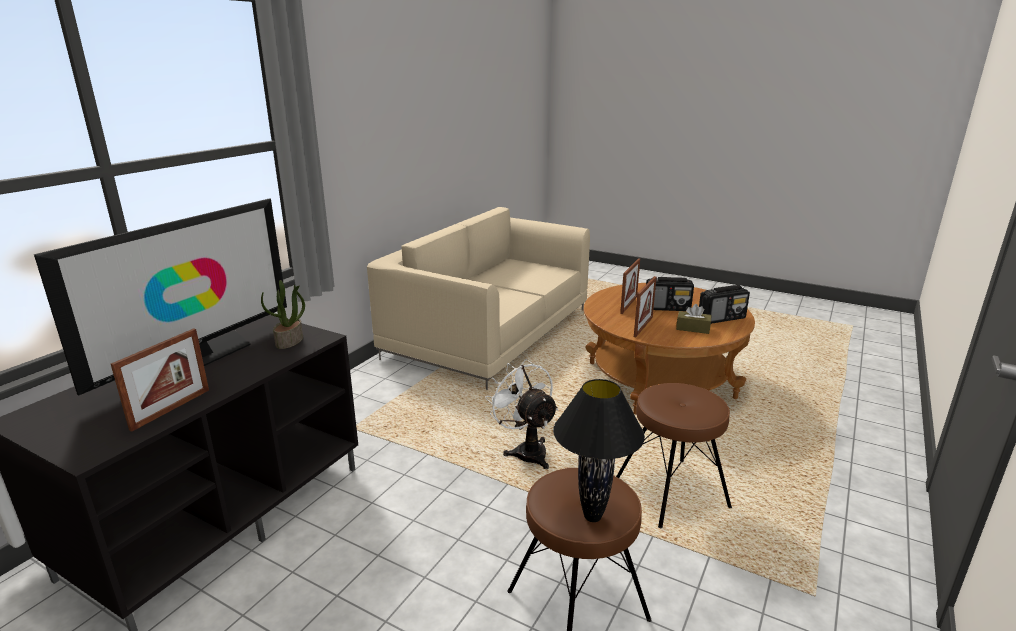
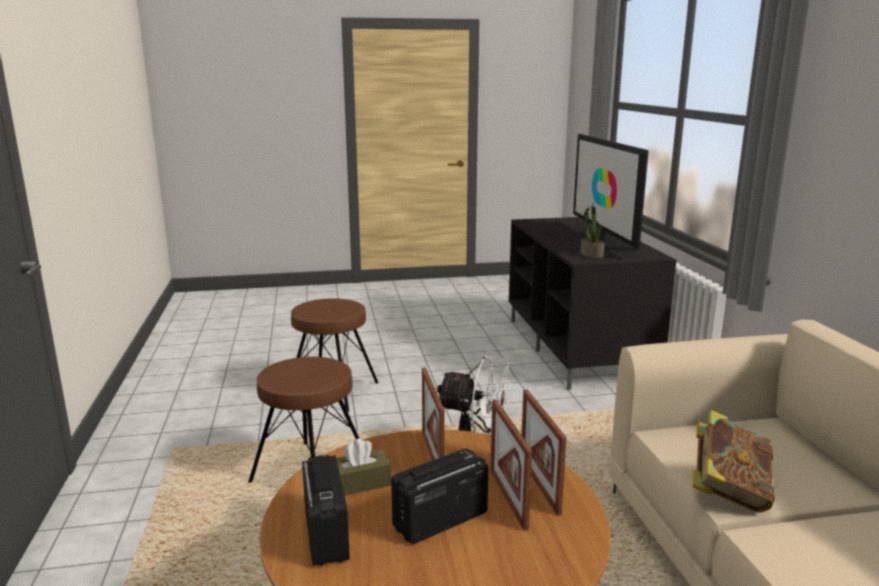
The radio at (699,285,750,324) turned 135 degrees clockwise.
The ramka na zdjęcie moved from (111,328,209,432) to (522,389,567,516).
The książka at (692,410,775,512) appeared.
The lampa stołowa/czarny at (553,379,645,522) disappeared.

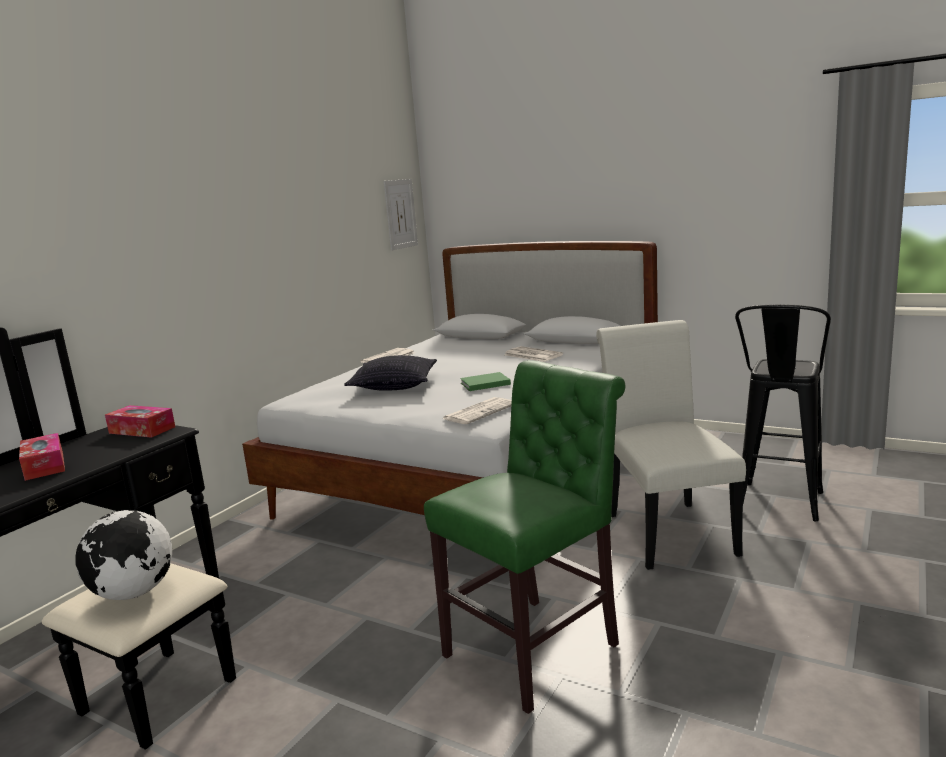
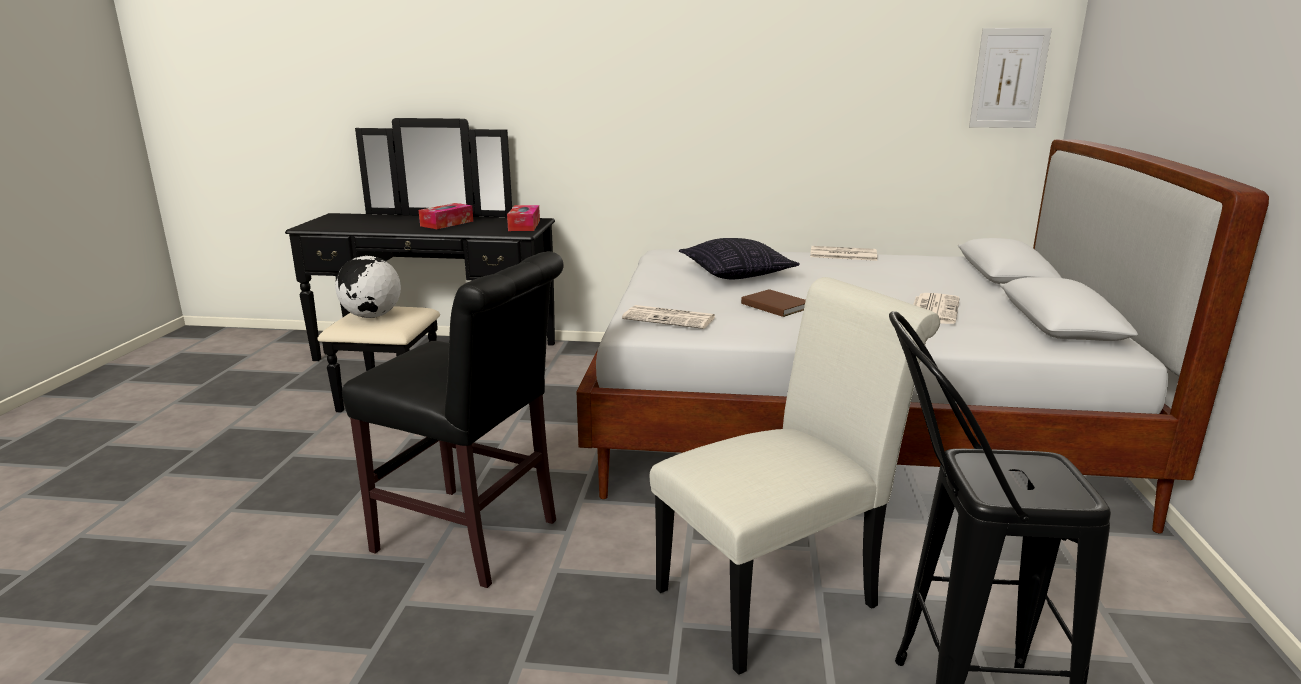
The krzesło/zielony at (424,360,625,714) became the krzesło/czarny at (342,251,563,588).
The książka/zielony at (460,372,511,391) became the książka/brązowy at (741,289,806,317).

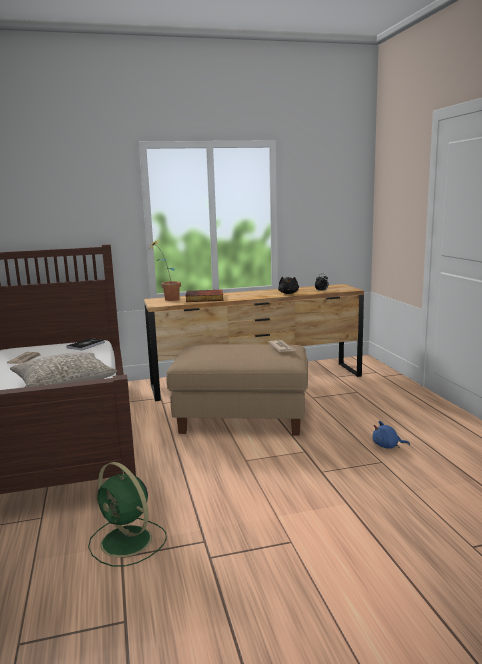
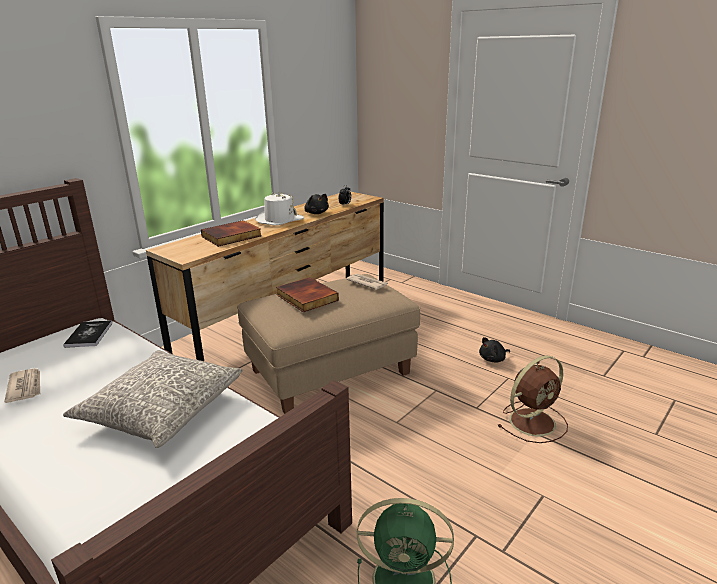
The kapelusz/biały at (255,192,304,225) appeared.
The książka at (276,277,339,312) appeared.
The pluszak/niebieski at (372,421,410,449) became the pluszak/czarny at (479,337,510,362).
The wentylator/brązowy at (498,355,568,443) appeared.
The roślina doniczkowa at (150,238,181,301) disappeared.

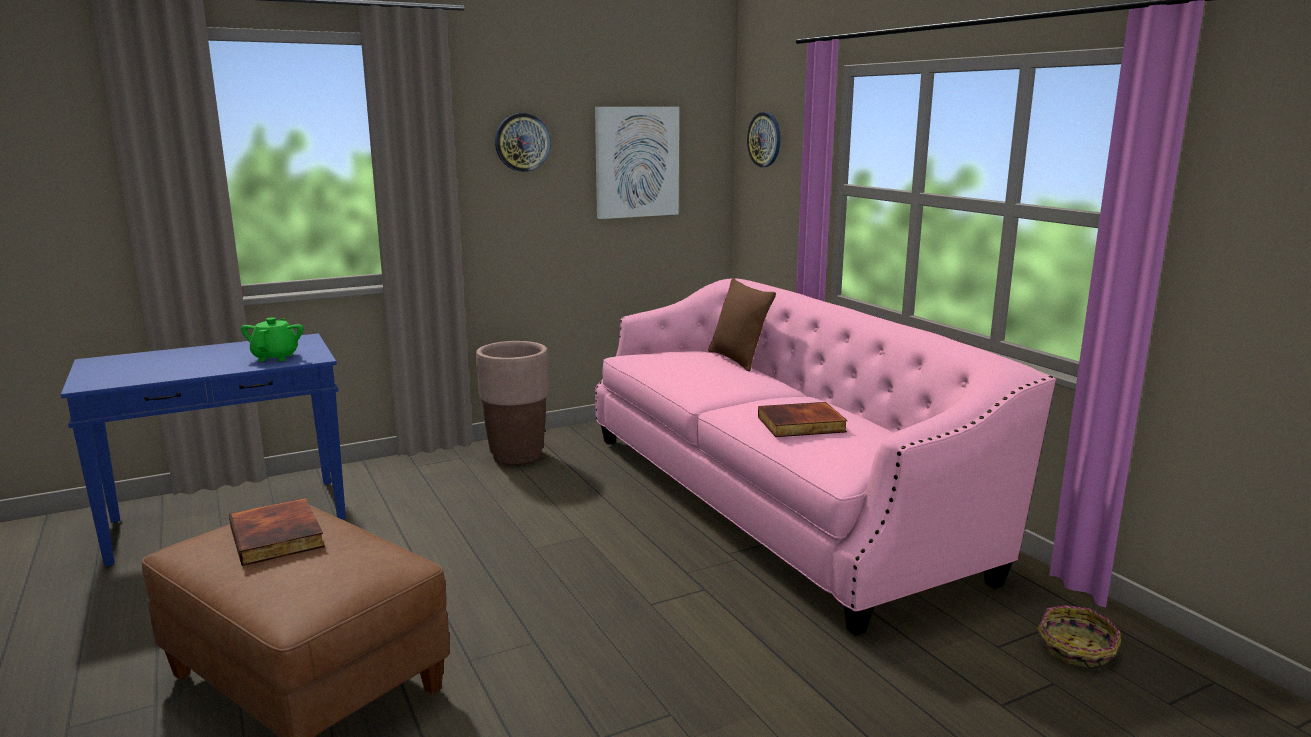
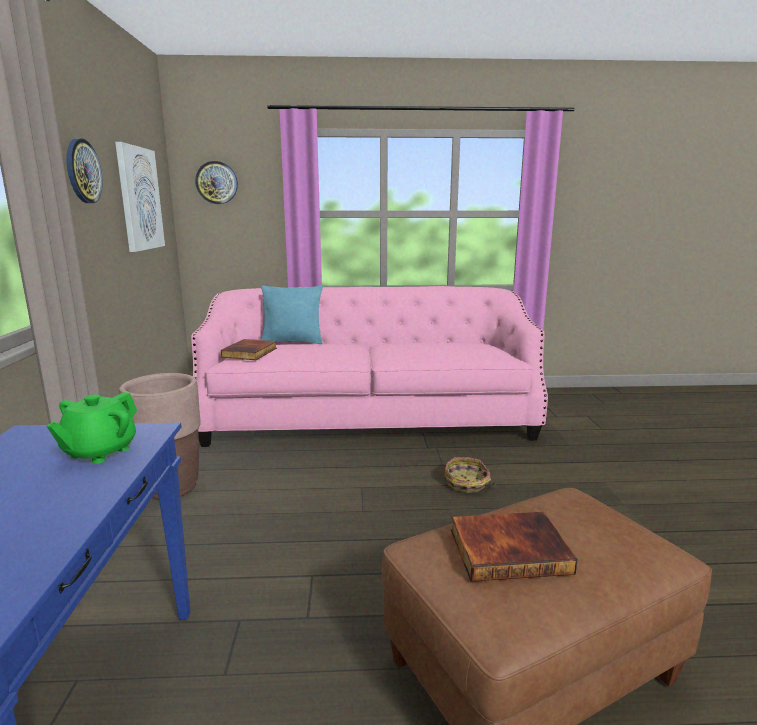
The imbryk/zielony at (241,317,303,362) turned 90 degrees counterclockwise.
The książka moved from (758,402,848,437) to (221,339,277,360).
The poduszka/brązowy at (708,278,776,372) became the poduszka/turkusowy at (261,285,323,344).
The koszyk moved from (1037,605,1121,671) to (444,457,496,493).

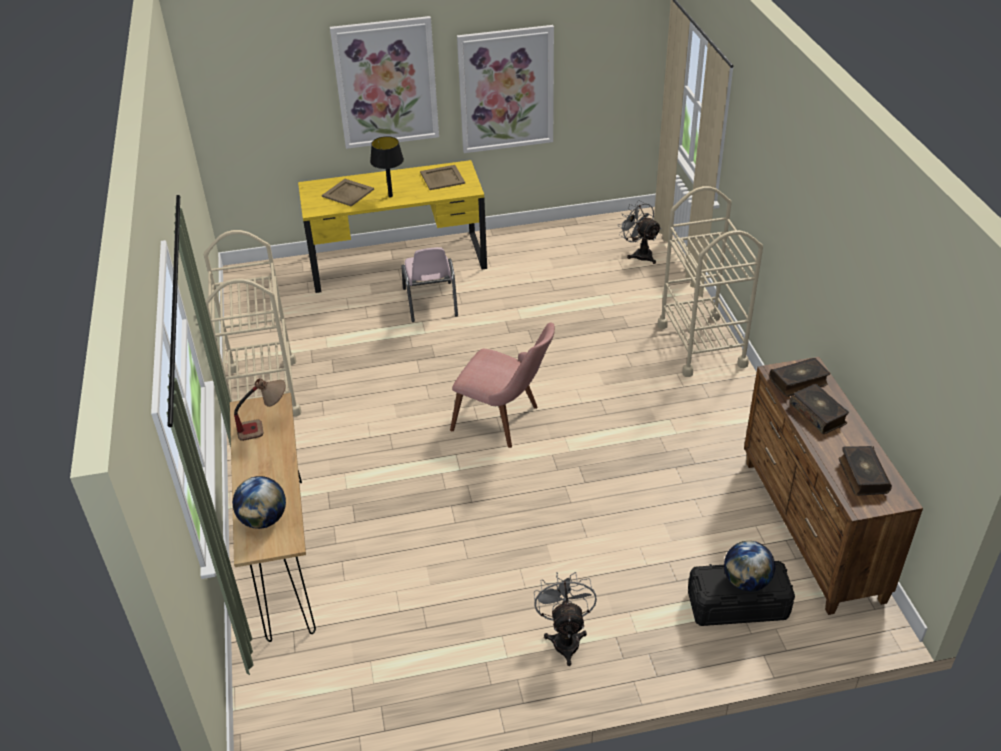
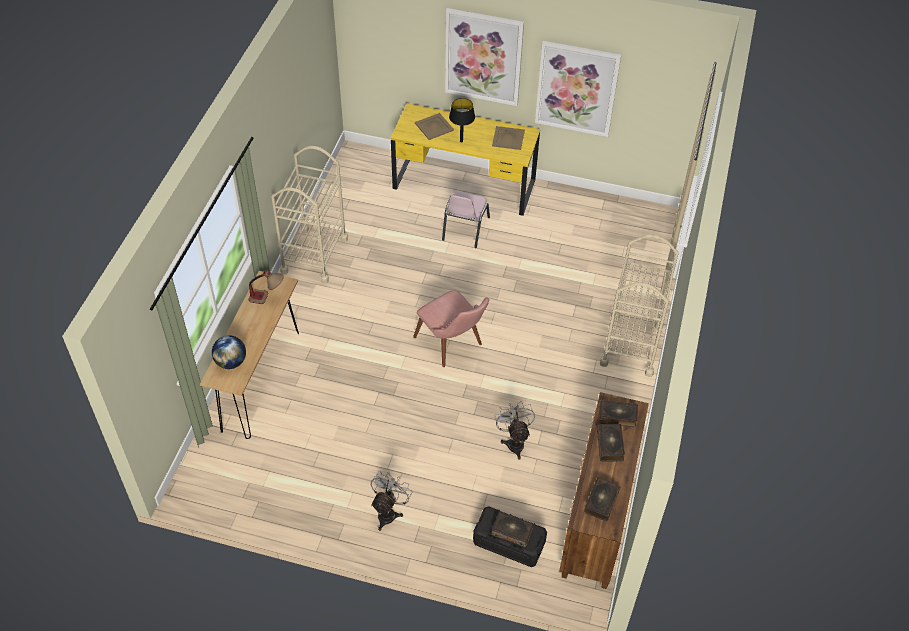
The globus at (724,541,775,591) was replaced by the książka at (491,512,533,547).
The wentylator/szary moved from (617,200,661,264) to (494,401,535,460).

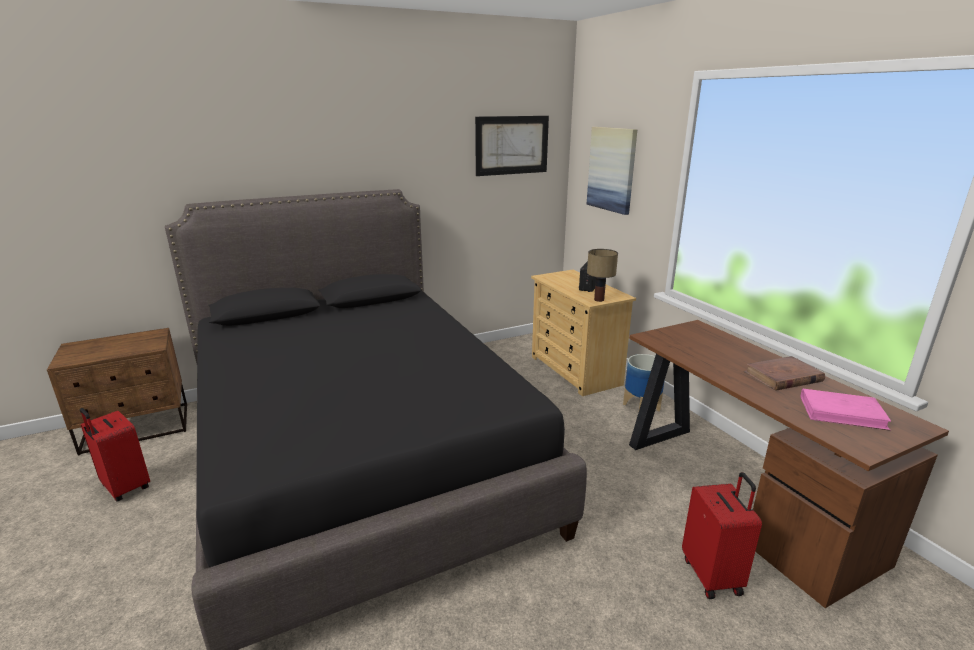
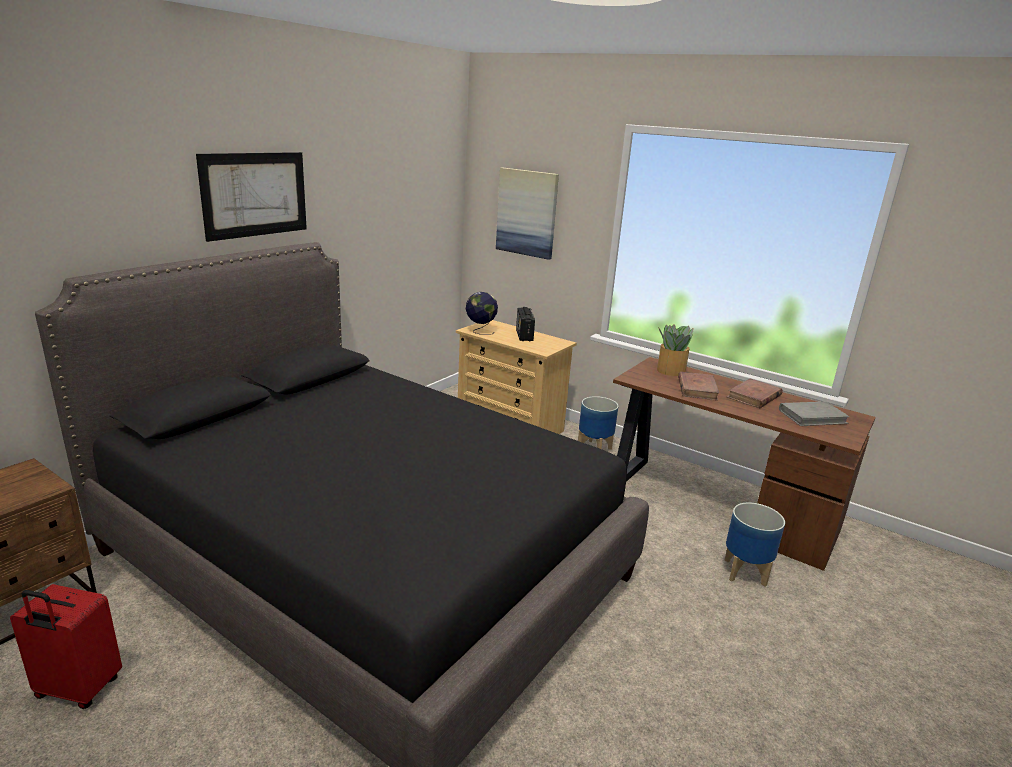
The obraz moved from (475,116,549,176) to (196,152,307,242).
The globus at (466,292,498,335) appeared.
The roślina doniczkowa at (657,324,693,376) appeared.
The książka/brązowy at (678,371,719,401) appeared.
The walizka/czerwony at (682,472,762,599) was replaced by the donica at (725,503,785,586).
The książka/różowy at (800,389,891,431) became the książka/szary at (779,402,849,426).
The lampa stołowa at (587,249,618,302) disappeared.

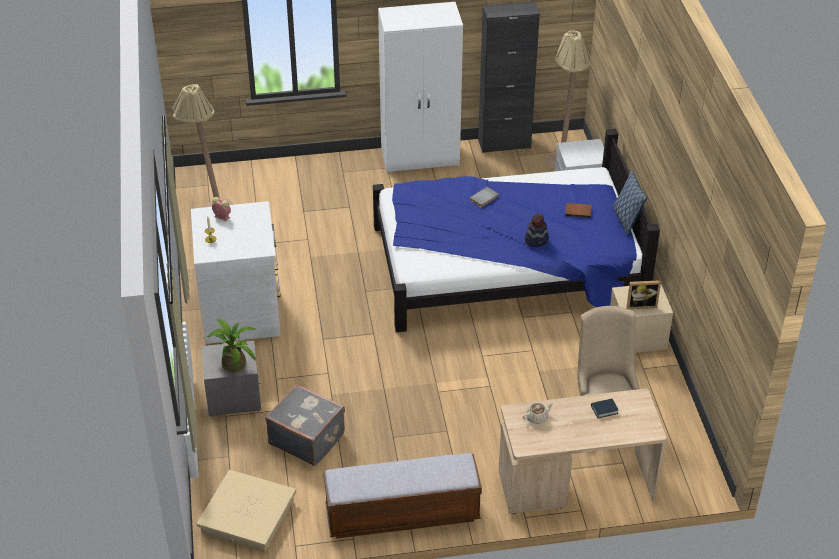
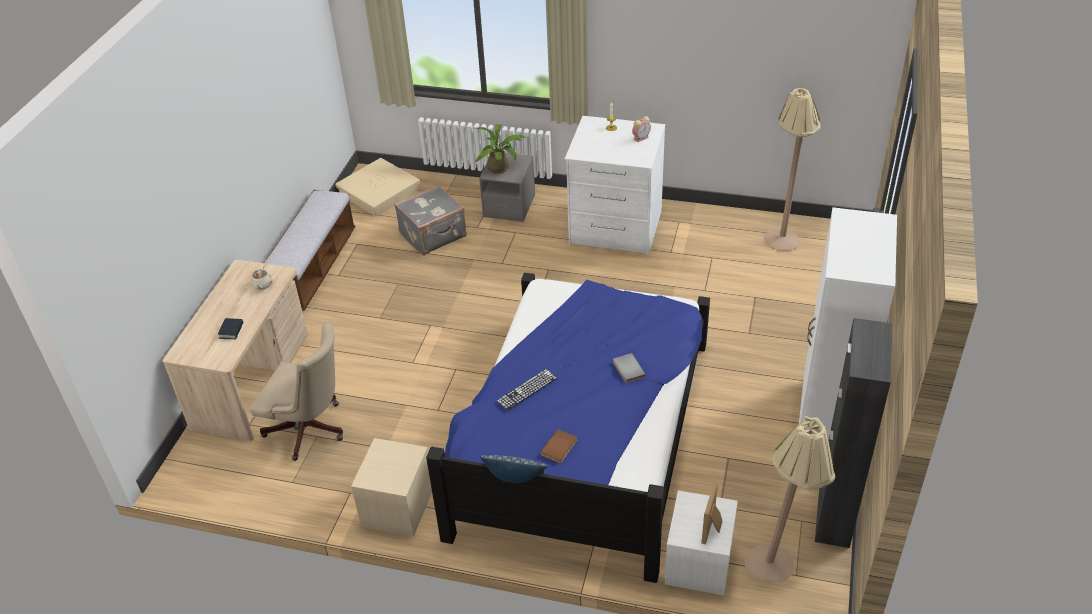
The kapelusz at (525,213,549,247) was replaced by the klawiatura at (496,369,557,410).
The ramka na zdjęcie moved from (626,280,661,309) to (701,482,723,544).

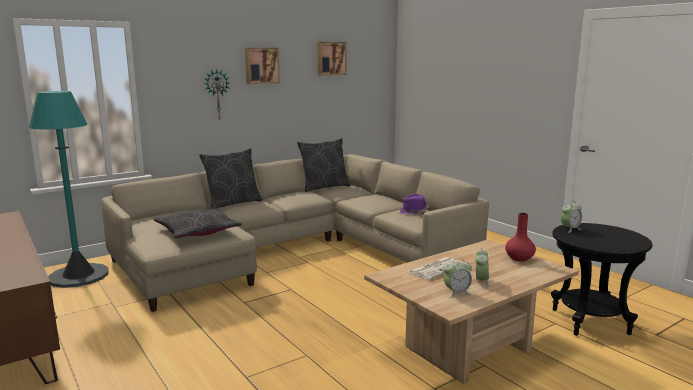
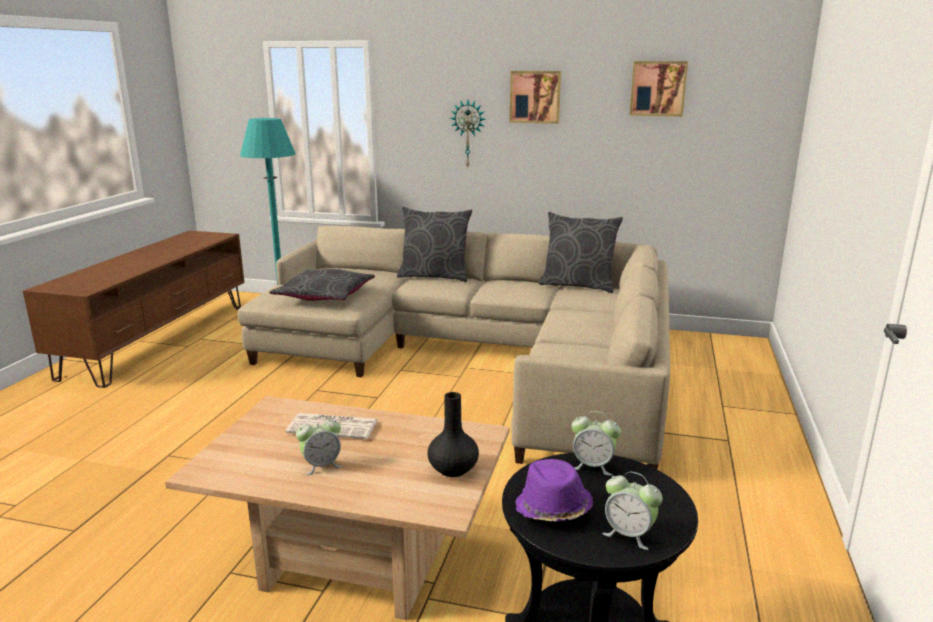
The wazon/czerwony at (505,213,536,262) became the wazon/czarny at (427,392,479,477).
The kapelusz/fioletowy moved from (400,194,429,214) to (516,459,593,521).
The budzik moved from (444,258,472,298) to (602,472,663,550).

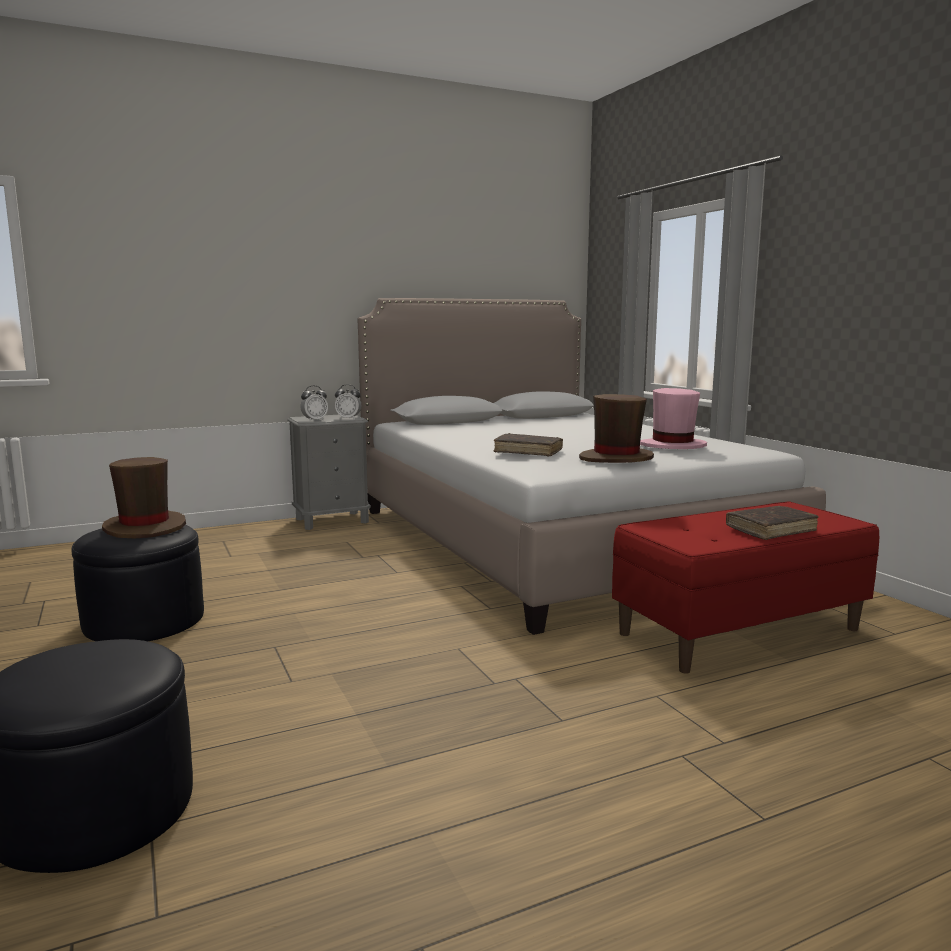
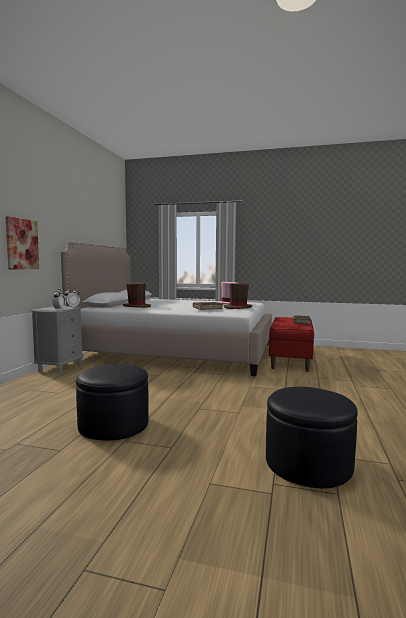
The obraz at (6,216,39,269) appeared.
The kapelusz/brązowy moved from (102,457,186,538) to (123,283,151,308).

